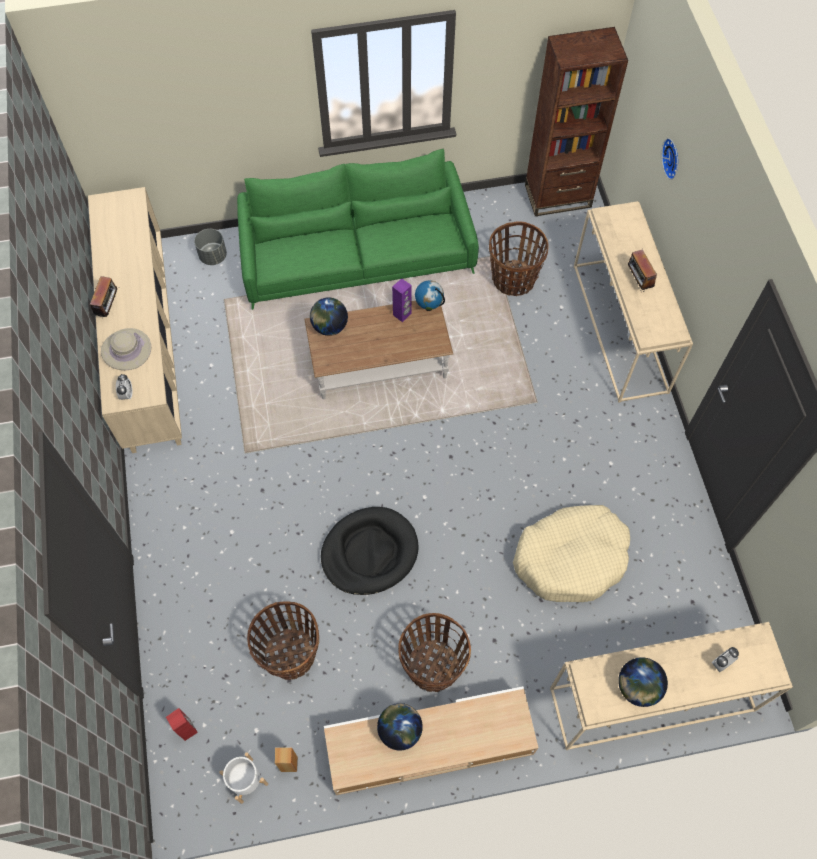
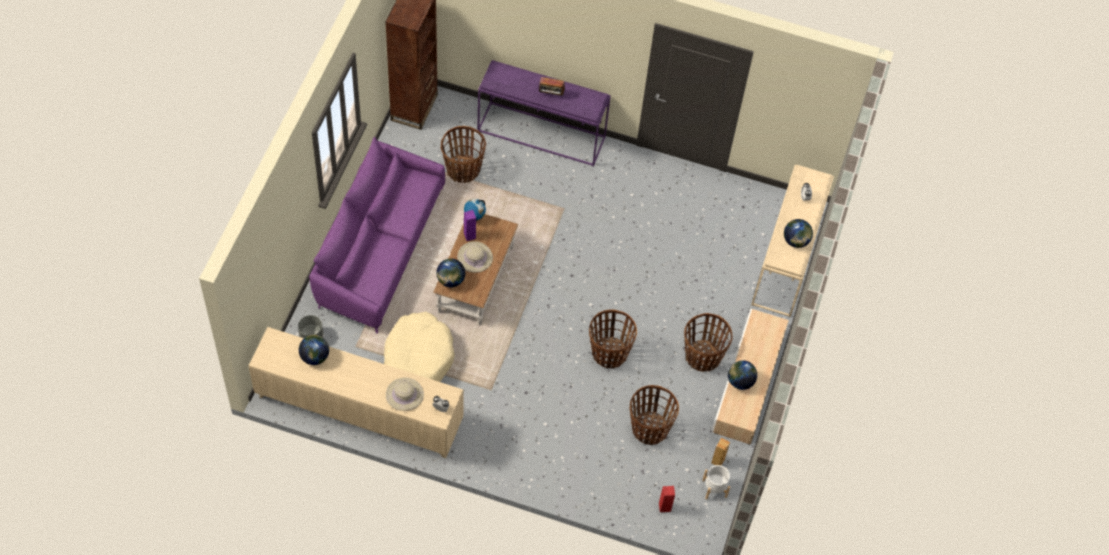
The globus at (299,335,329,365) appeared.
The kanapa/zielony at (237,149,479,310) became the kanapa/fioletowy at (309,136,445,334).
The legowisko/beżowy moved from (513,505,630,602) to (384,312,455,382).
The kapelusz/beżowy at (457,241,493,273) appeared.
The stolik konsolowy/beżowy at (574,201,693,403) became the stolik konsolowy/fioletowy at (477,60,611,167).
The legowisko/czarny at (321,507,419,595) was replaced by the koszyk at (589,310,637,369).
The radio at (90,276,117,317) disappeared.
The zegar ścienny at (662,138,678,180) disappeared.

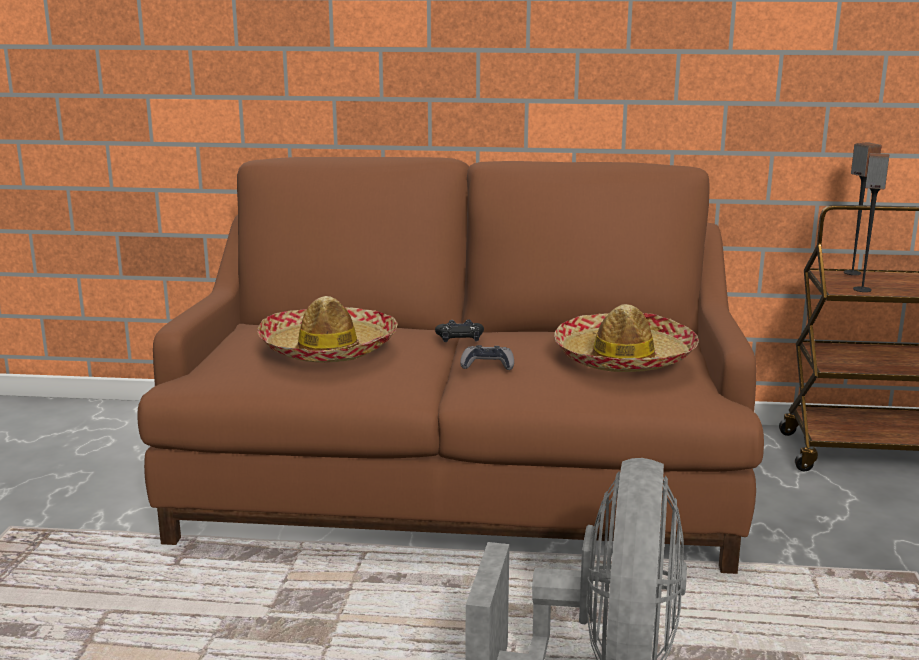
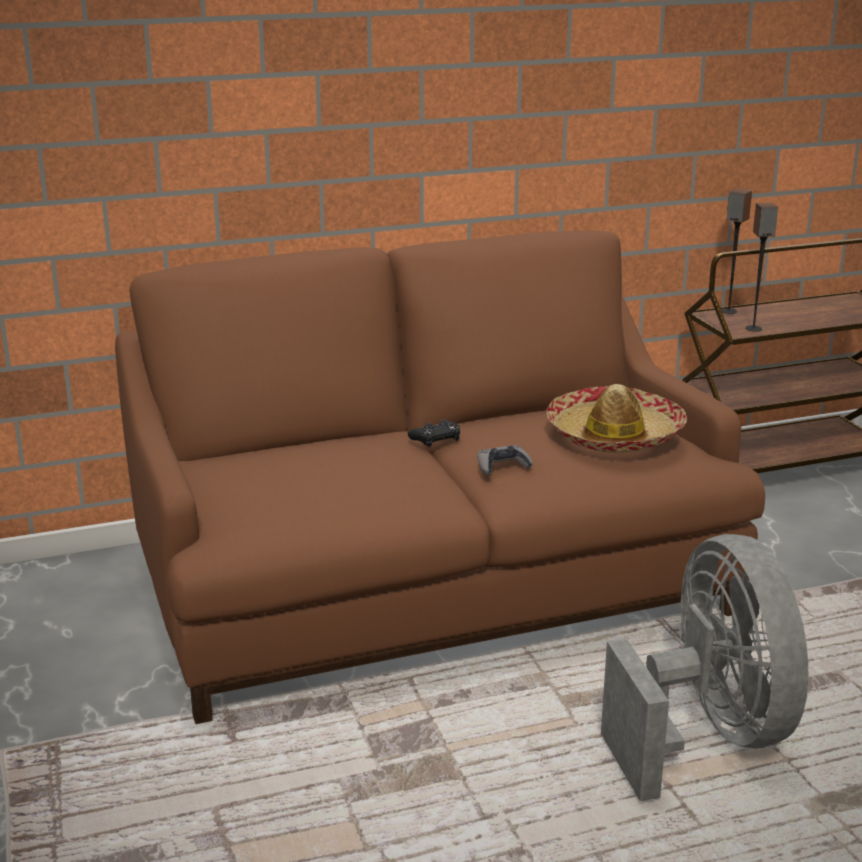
The kapelusz at (257,296,398,362) disappeared.

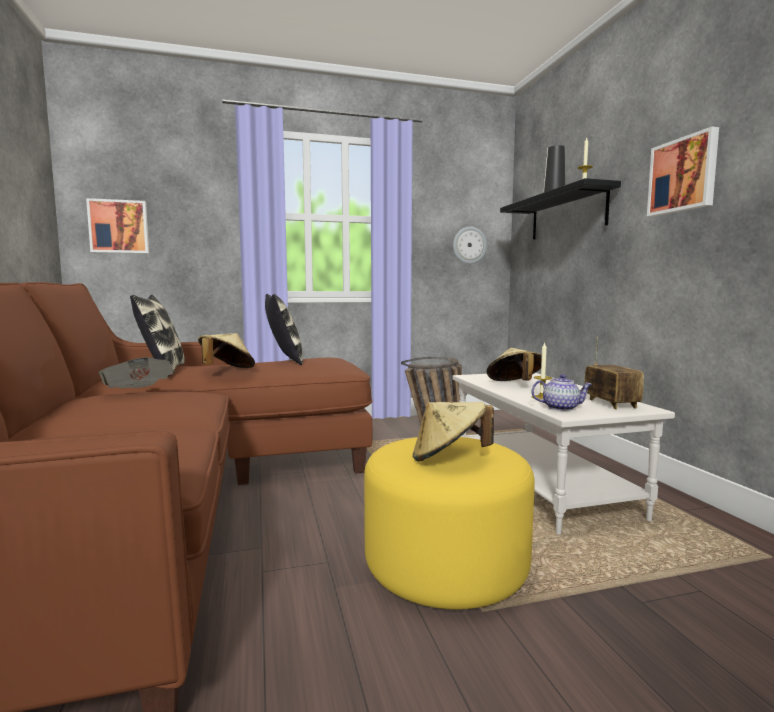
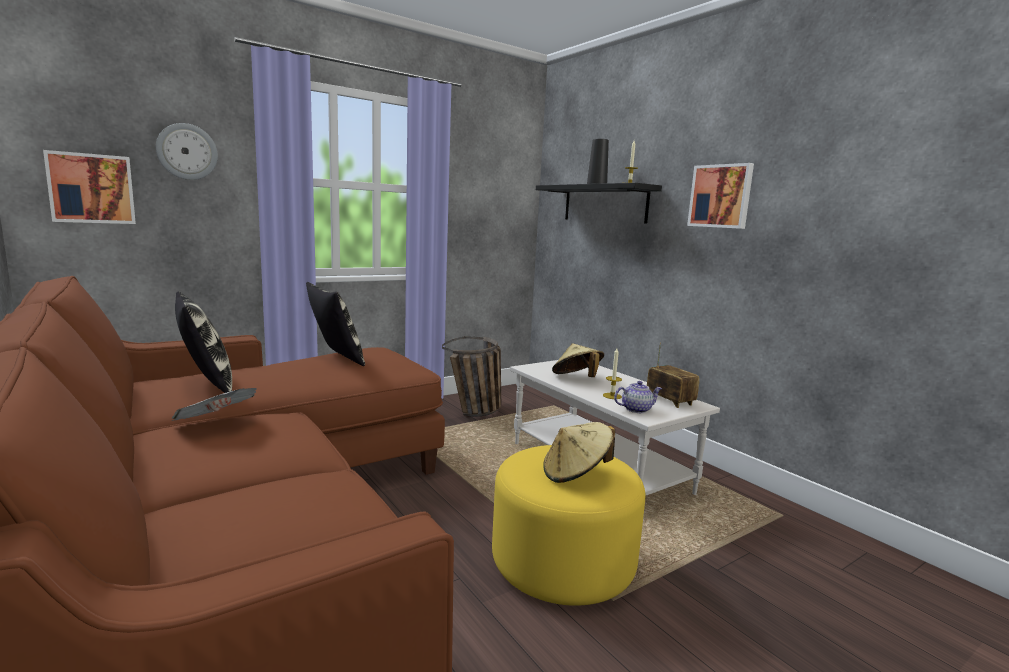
The zegar ścienny moved from (453,226,487,264) to (156,123,218,180).
The kapelusz/beżowy at (198,333,255,368) disappeared.

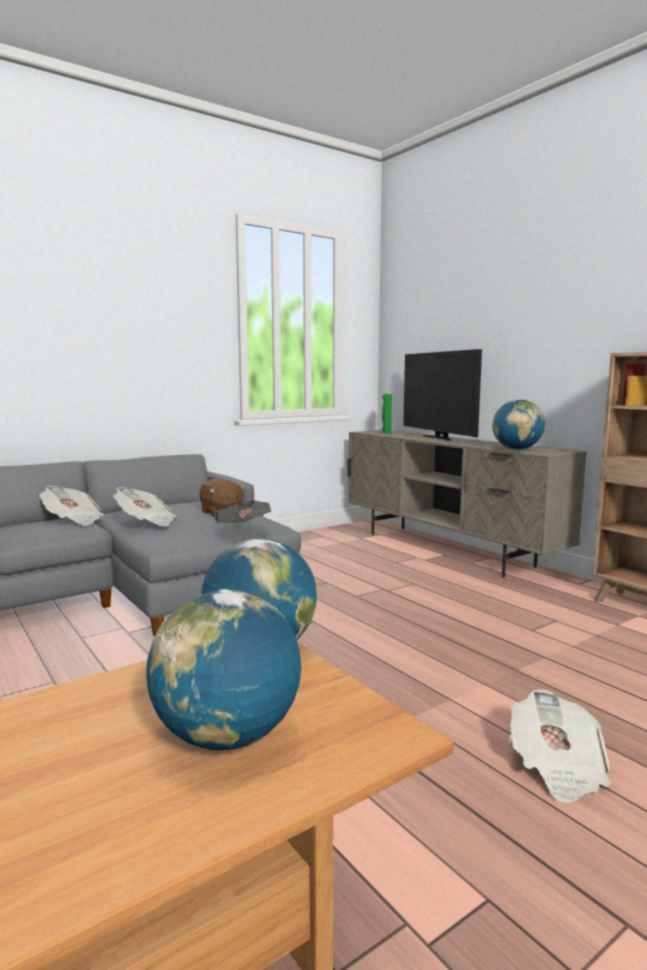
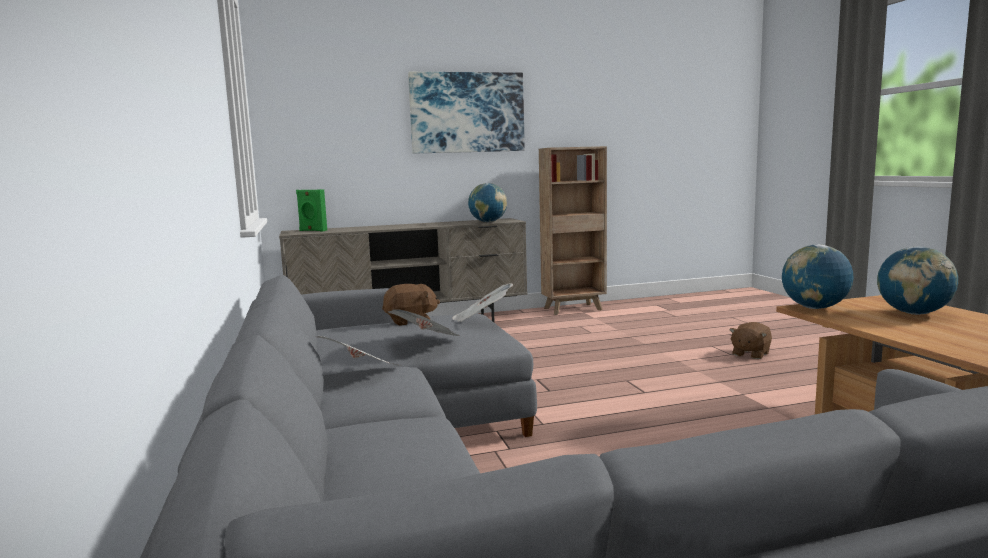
The obraz at (408,72,525,154) appeared.
The gazeta at (509,689,611,803) was replaced by the pluszak/brązowy at (729,322,772,359).
The telewizor at (403,349,482,441) disappeared.

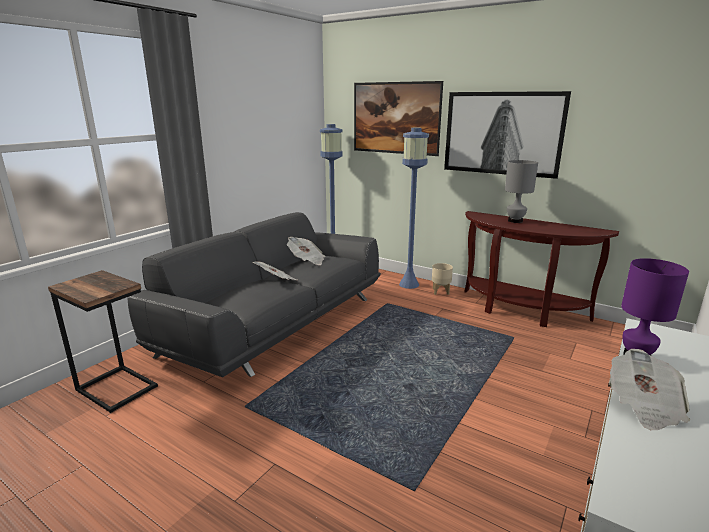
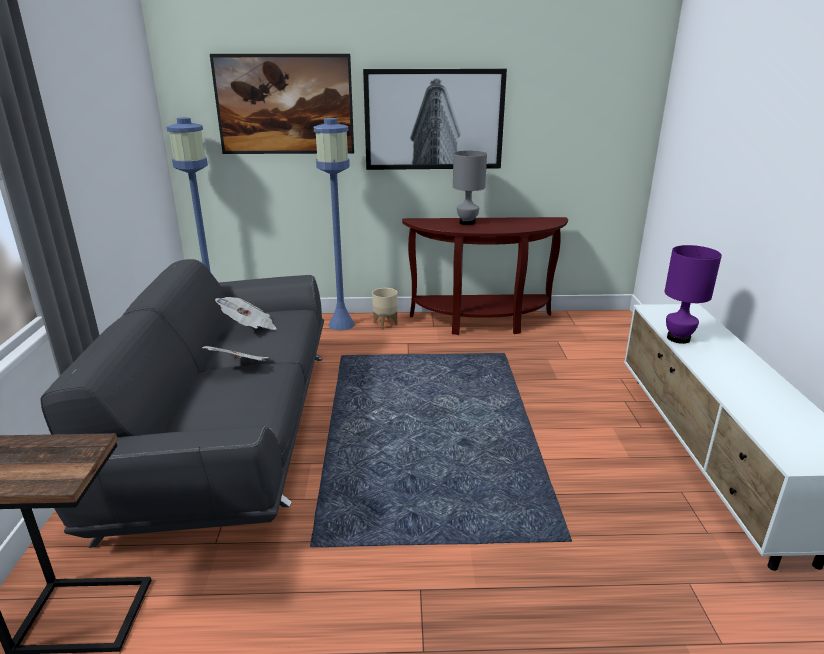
The gazeta at (609,349,690,430) disappeared.

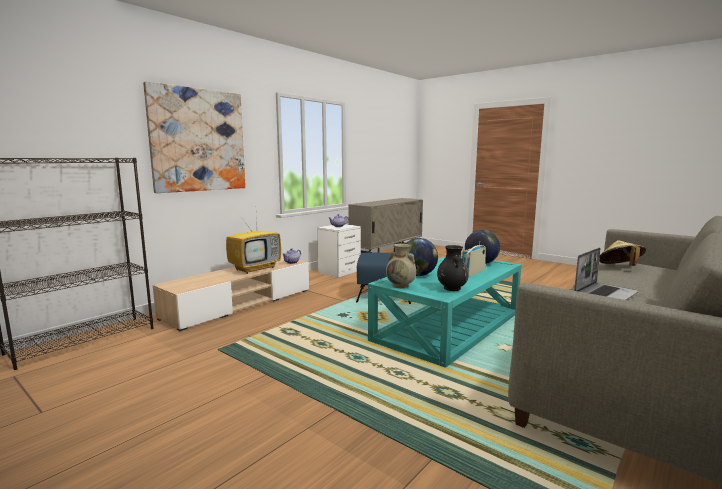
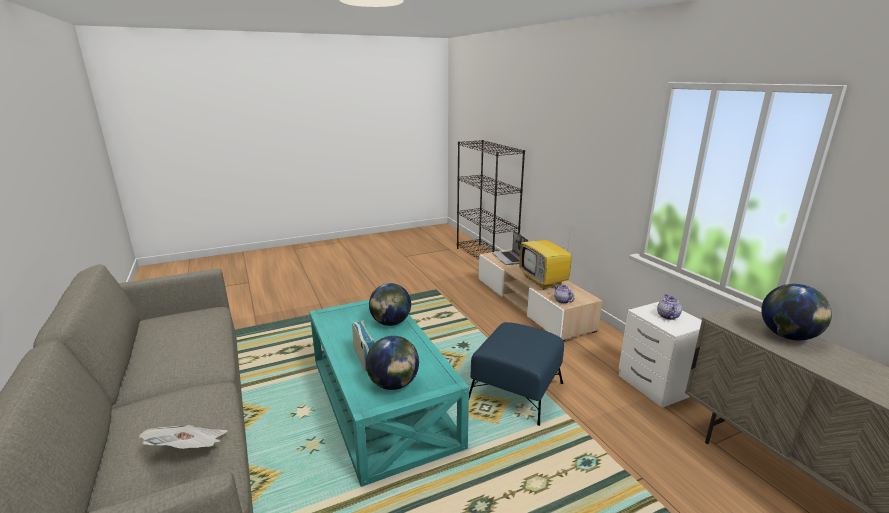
The kapelusz/beżowy at (599,240,646,266) was replaced by the gazeta at (139,425,227,449).
The laptop moved from (574,248,638,300) to (493,231,528,265).
The globus at (761,284,832,341) appeared.
The obraz at (143,81,246,193) disappeared.
The wazon/beżowy at (386,243,417,288) disappeared.
The wazon/czarny at (437,245,469,291) disappeared.

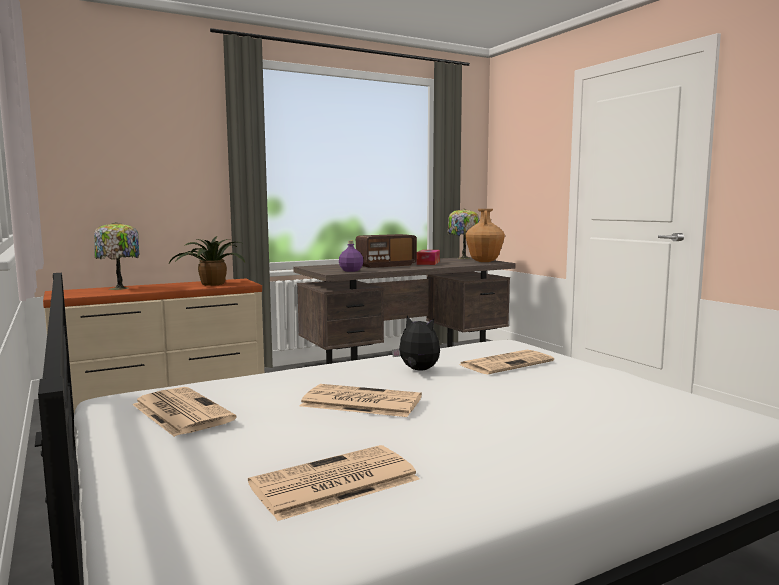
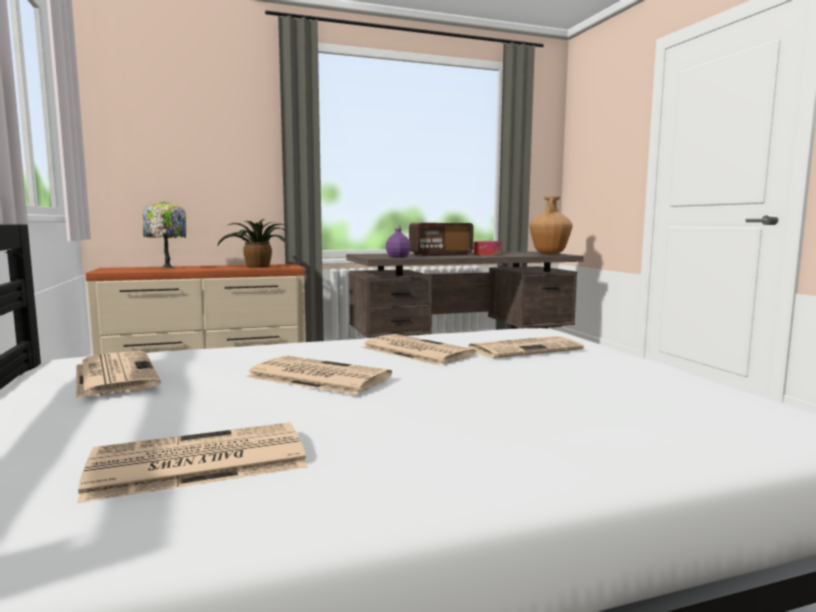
The pluszak at (392,316,440,370) was replaced by the gazeta at (362,334,476,365).
The lampa stołowa at (448,209,479,259) disappeared.

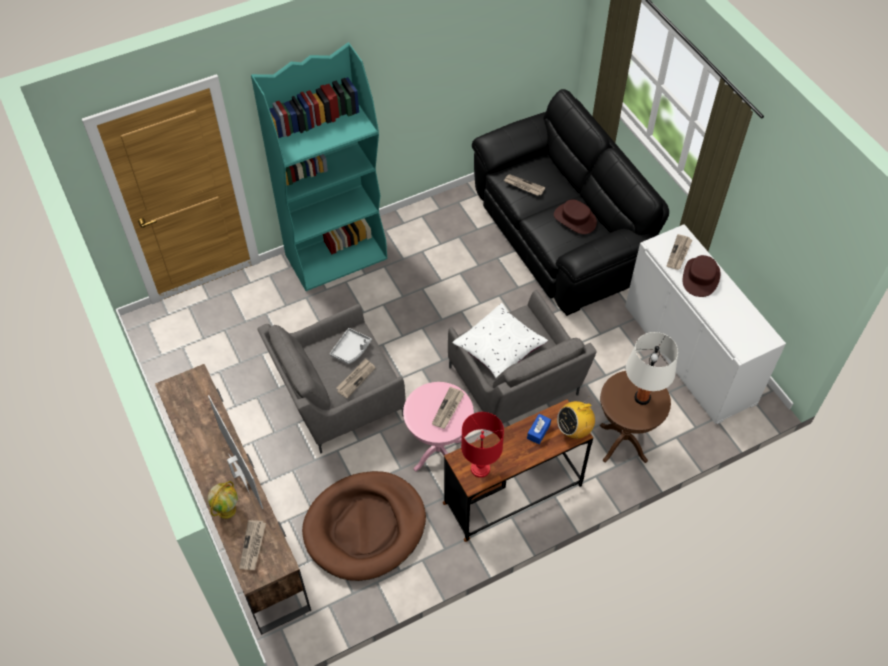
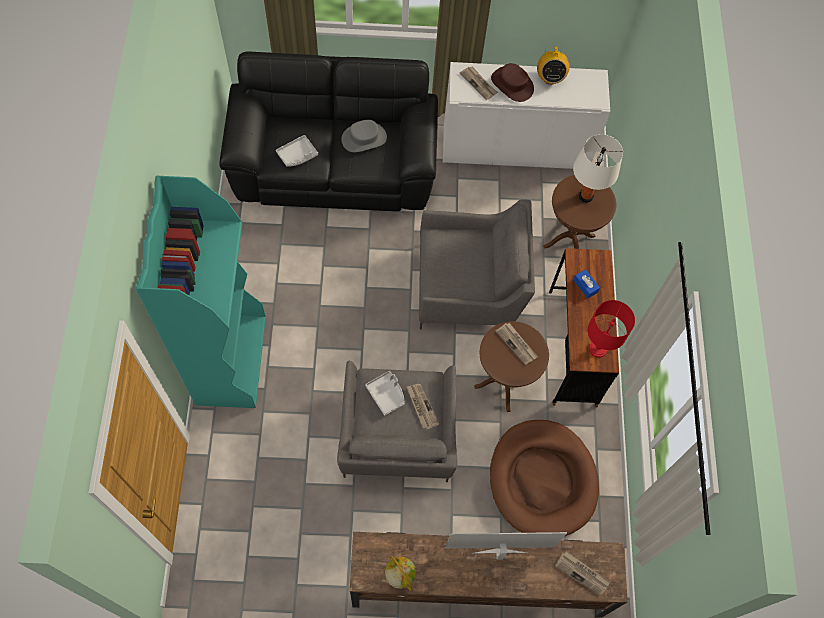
The gazeta at (504,174,545,196) was replaced by the taca/szary at (276,135,318,167).
The kapelusz/brązowy at (554,199,597,234) became the kapelusz/szary at (341,120,387,152).
The globus moved from (207,481,238,519) to (385,556,416,591).
The stolik/różowy at (403,382,474,472) became the stolik/brązowy at (474,321,549,412).
The radio moved from (557,398,595,439) to (537,47,570,85).
The poduszka/biały at (452,303,548,378) disappeared.

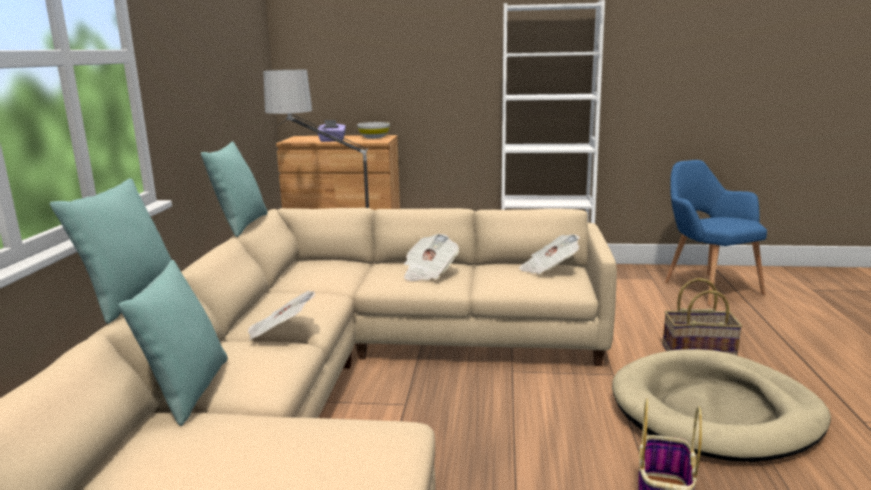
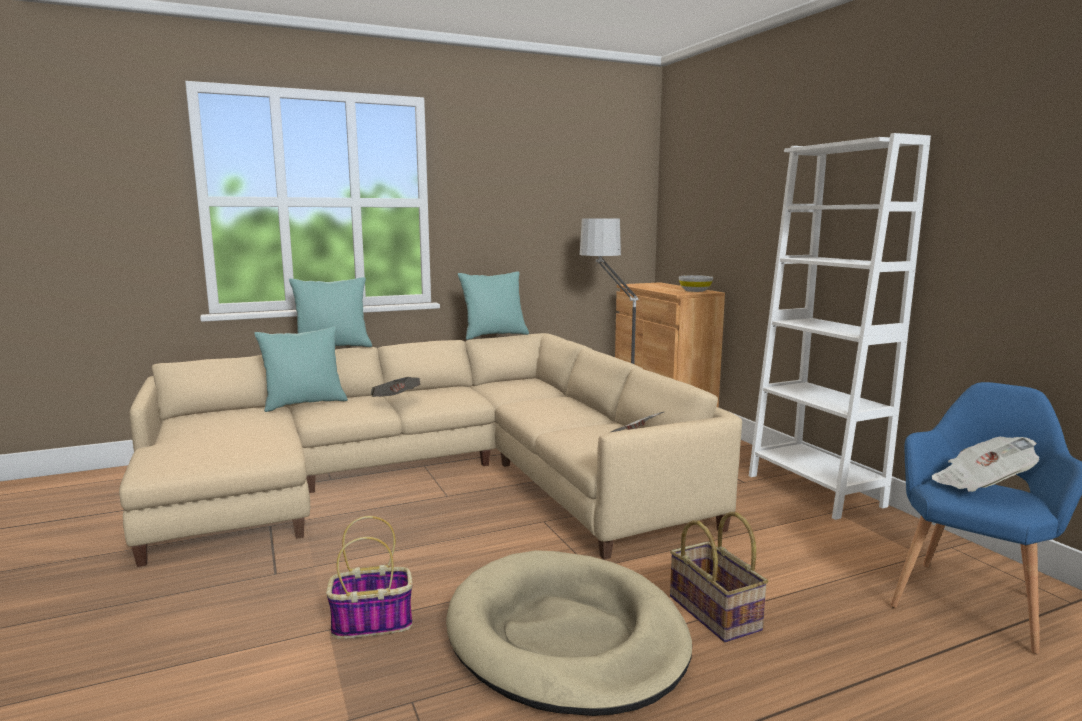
The gazeta moved from (404,234,459,281) to (932,437,1039,492).
The pudełko chusteczek/fioletowy at (318,120,346,142) disappeared.

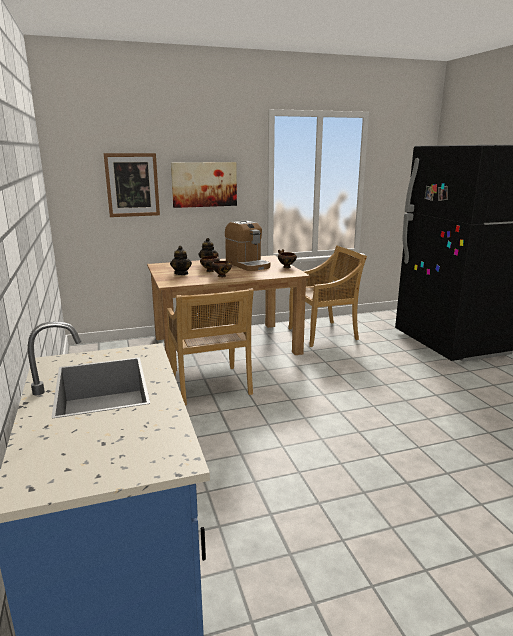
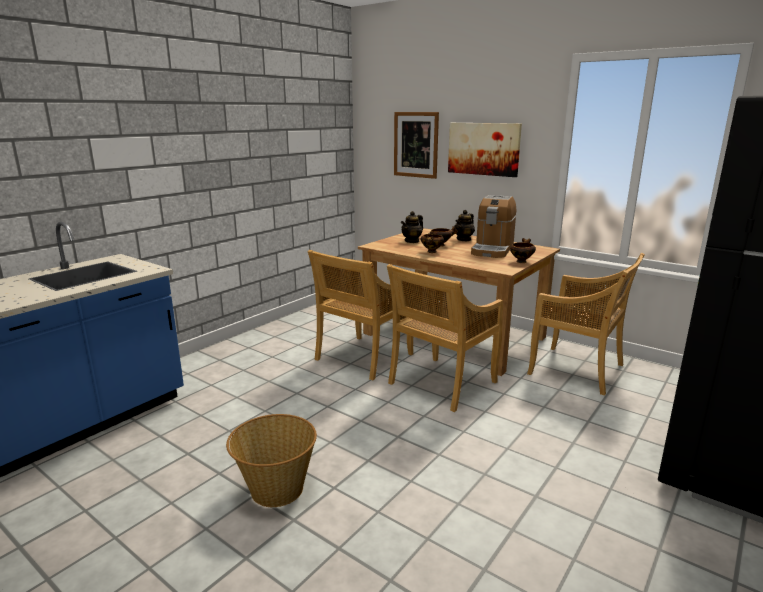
The koszyk at (226,414,317,507) appeared.
The krzesło/beżowy at (387,264,503,412) appeared.

